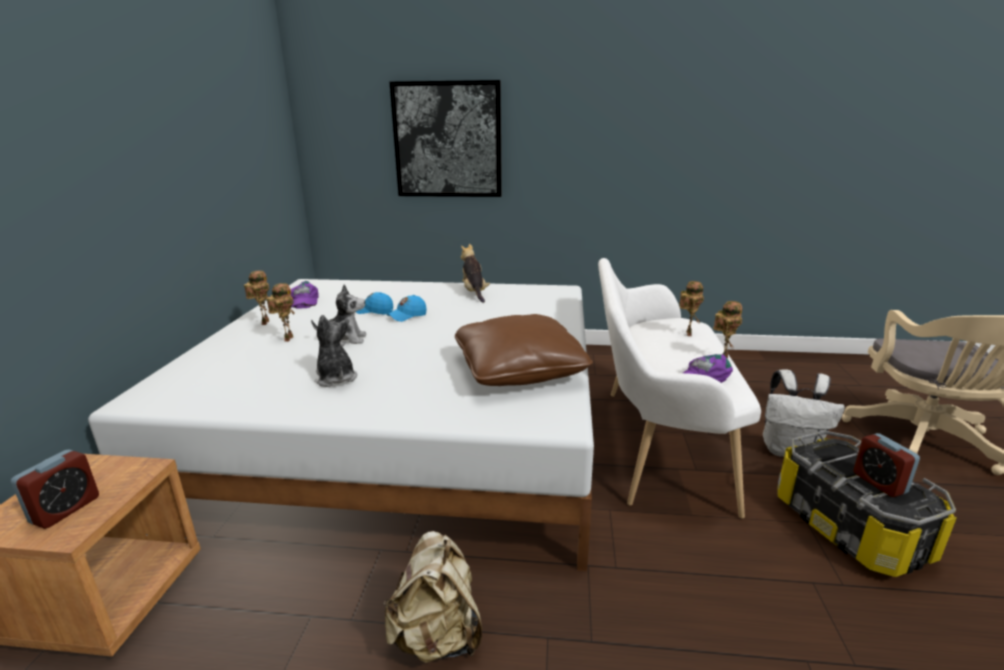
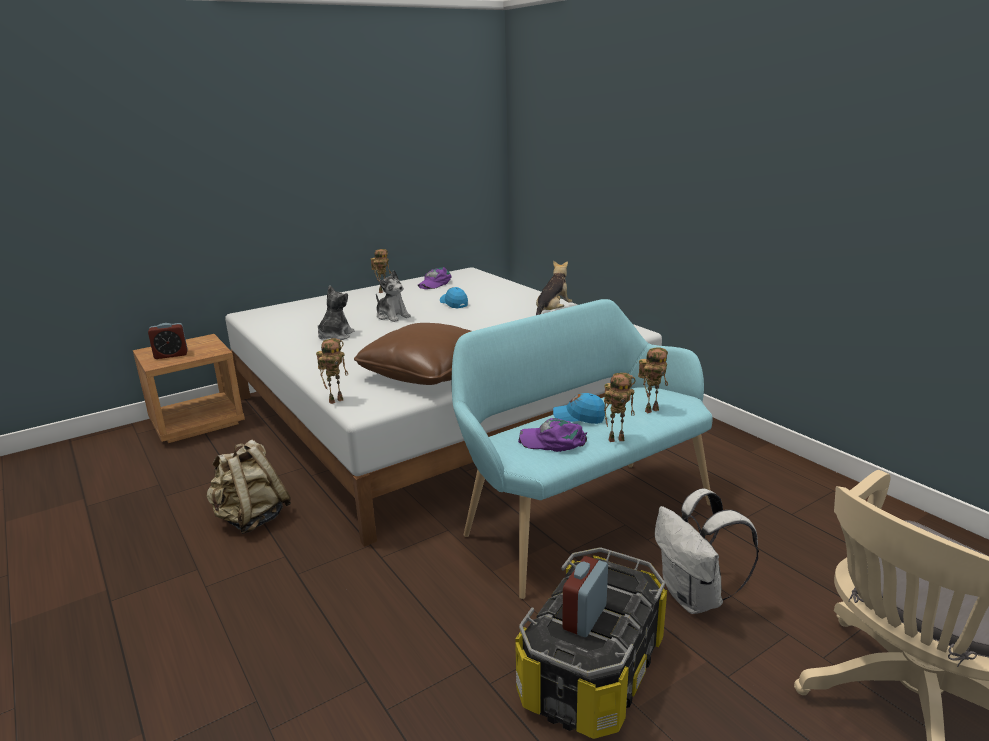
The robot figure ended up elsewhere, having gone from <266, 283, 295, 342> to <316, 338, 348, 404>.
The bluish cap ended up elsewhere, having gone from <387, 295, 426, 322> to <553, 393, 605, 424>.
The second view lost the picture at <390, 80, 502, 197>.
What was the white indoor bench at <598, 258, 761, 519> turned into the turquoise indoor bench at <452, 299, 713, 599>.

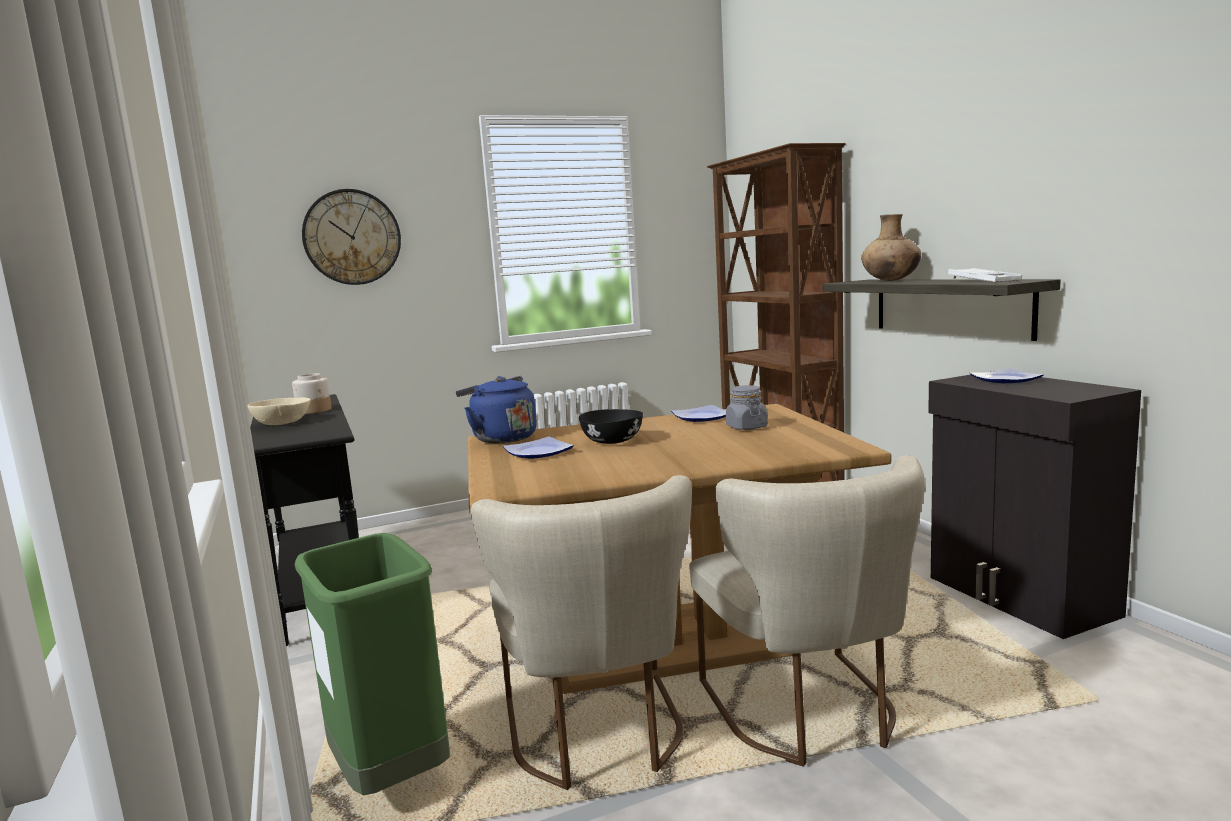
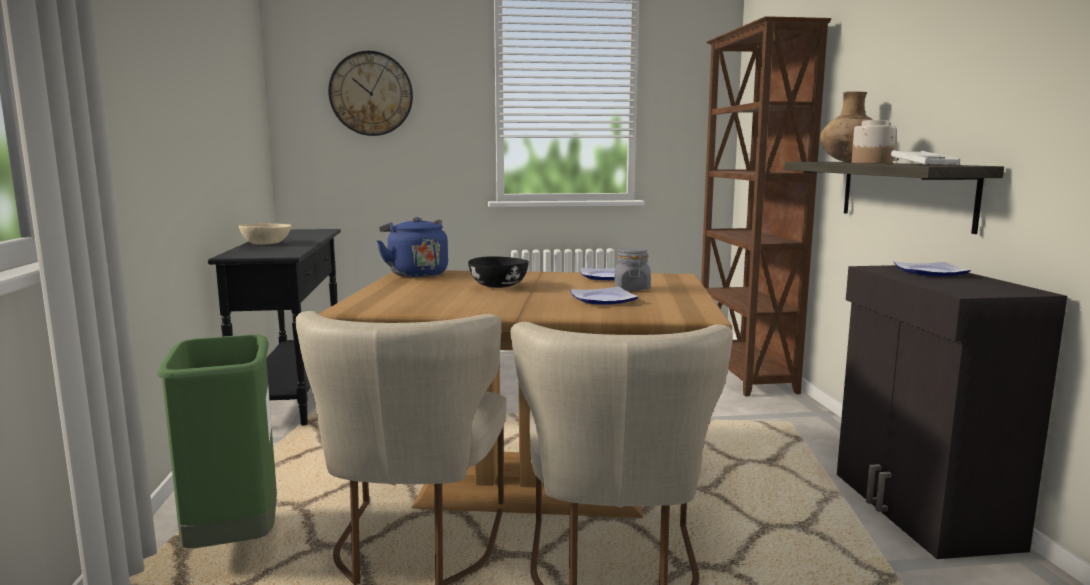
The preserve jar ended up elsewhere, having gone from <292, 373, 332, 414> to <851, 120, 896, 164>.
The flat dish ended up elsewhere, having gone from <503, 437, 574, 459> to <570, 287, 639, 305>.

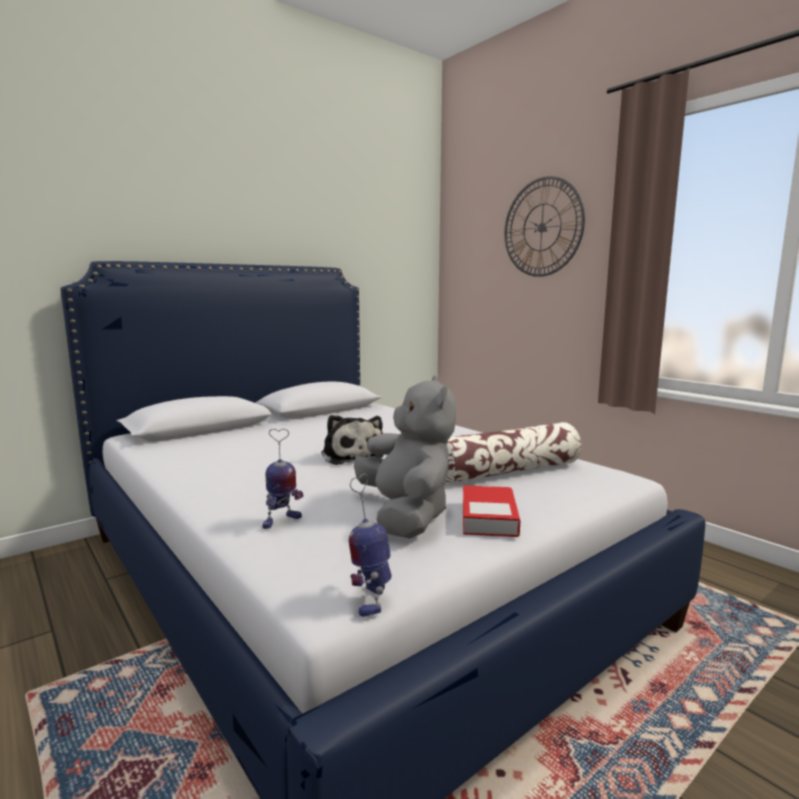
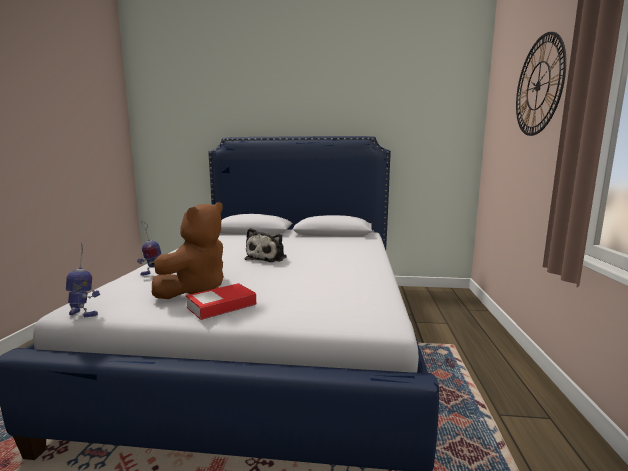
The robot figure at <349, 474, 392, 617> ended up facing another way, 60 degrees clockwise from before.
What was the gray soft toy at <354, 376, 456, 539> turned into the brownish soft toy at <152, 202, 224, 299>.
The second view lost the pillow at <445, 422, 581, 484>.

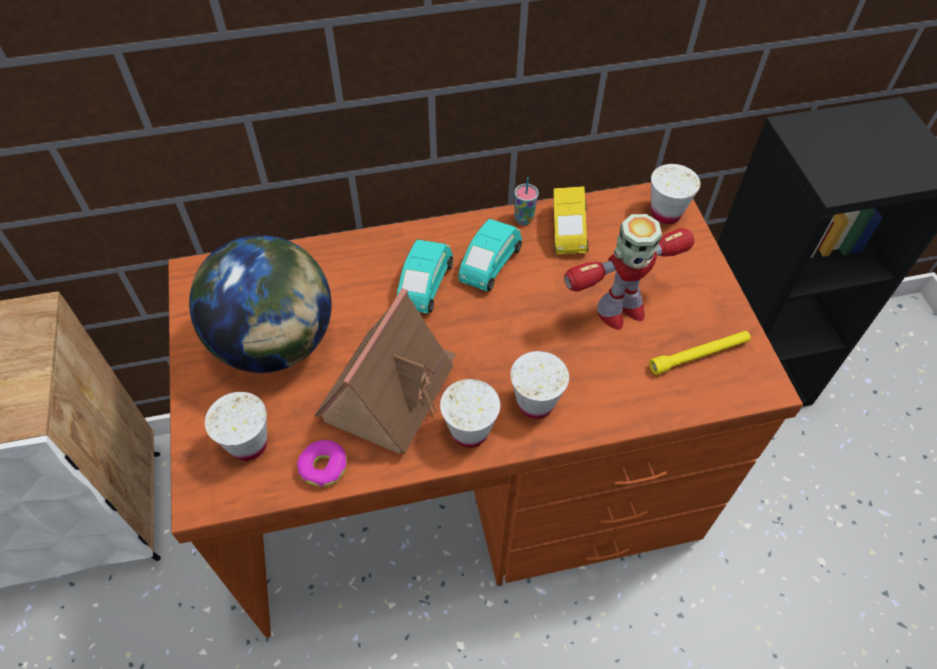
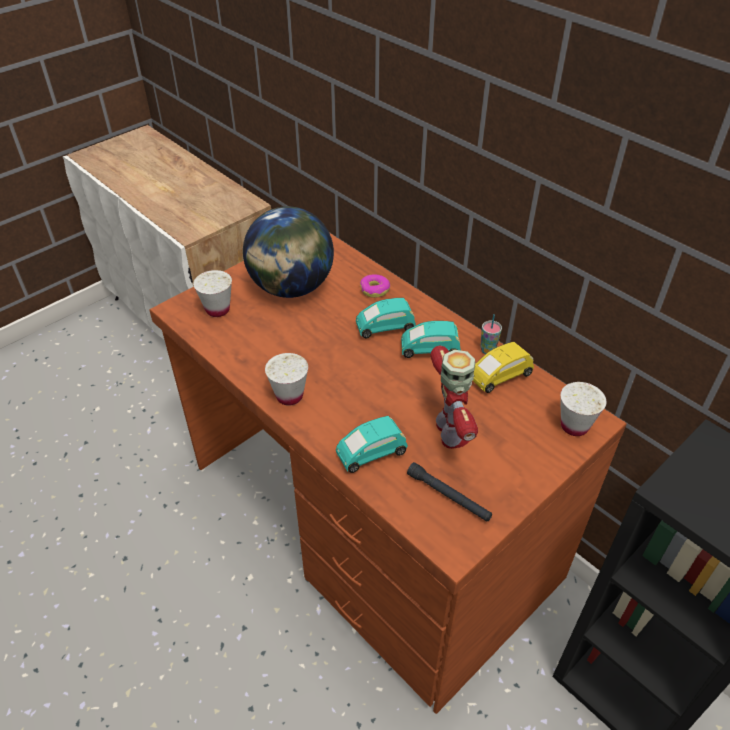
The doughnut ended up elsewhere, having gone from <297, 440, 347, 487> to <360, 275, 390, 298>.
The second view lost the model house at <314, 288, 456, 454>.
The second view lost the white small cup at <510, 351, 569, 419>.
The robot figure at <564, 214, 695, 330> ended up facing another way, 135 degrees counterclockwise from before.
What was the yellow hand torch at <649, 331, 751, 375> turned into the blackish hand torch at <407, 462, 492, 522>.
The second view gained the turquoise toy car at <336, 416, 408, 473>.

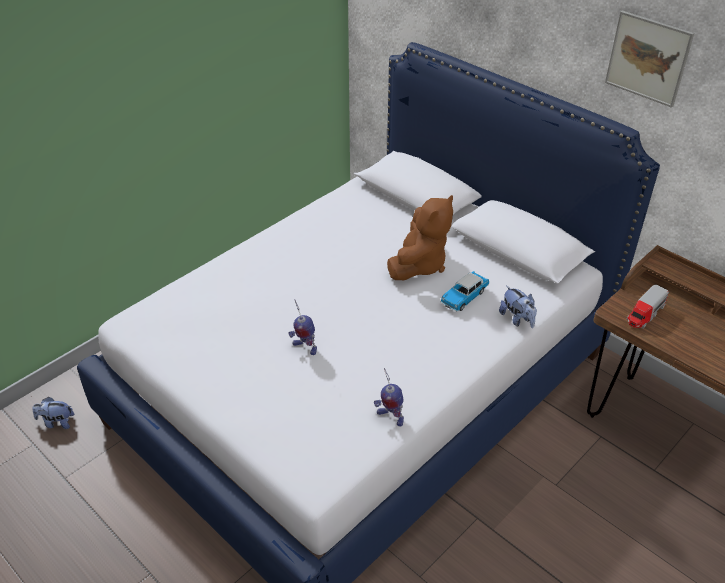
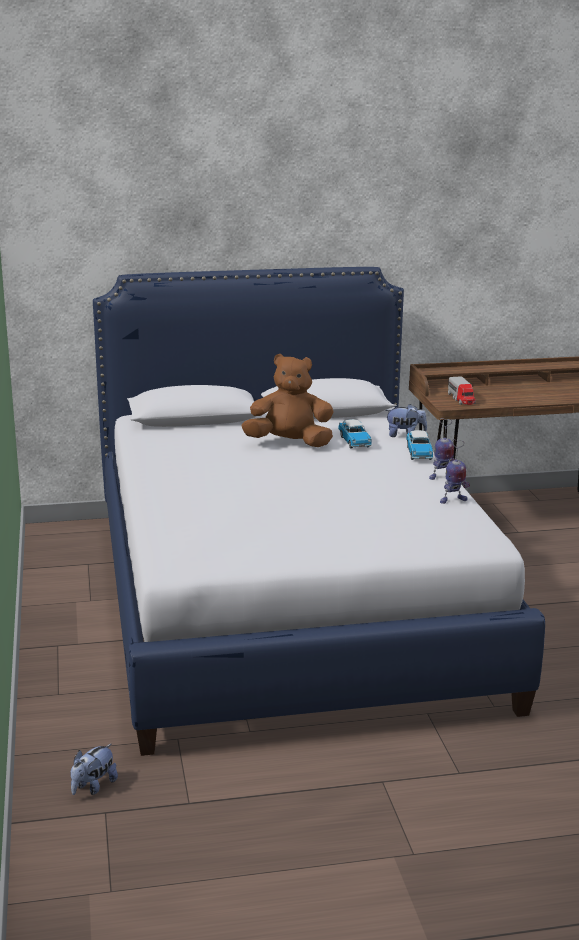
The robot figure ended up elsewhere, having gone from <288, 299, 317, 355> to <429, 418, 456, 480>.
The brownish soft toy at <387, 195, 453, 280> ended up facing another way, 60 degrees counterclockwise from before.
The second view lost the picture at <605, 11, 694, 108>.
The second view gained the toy car at <406, 430, 433, 460>.

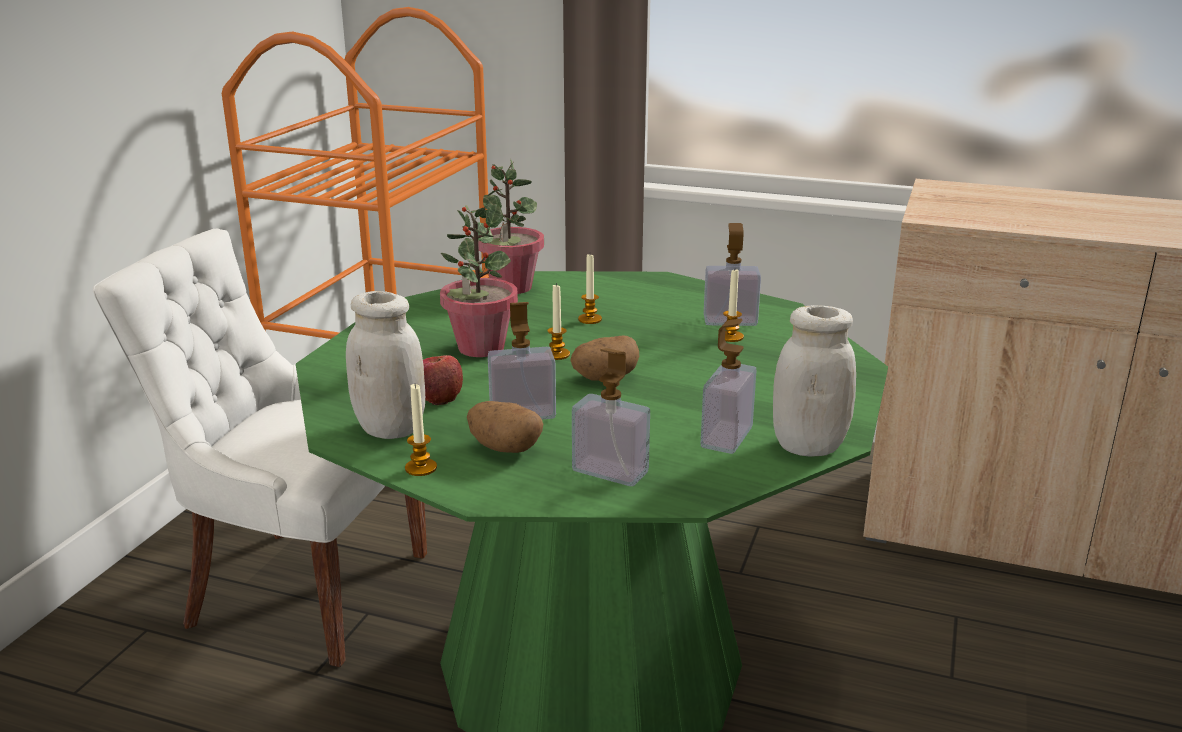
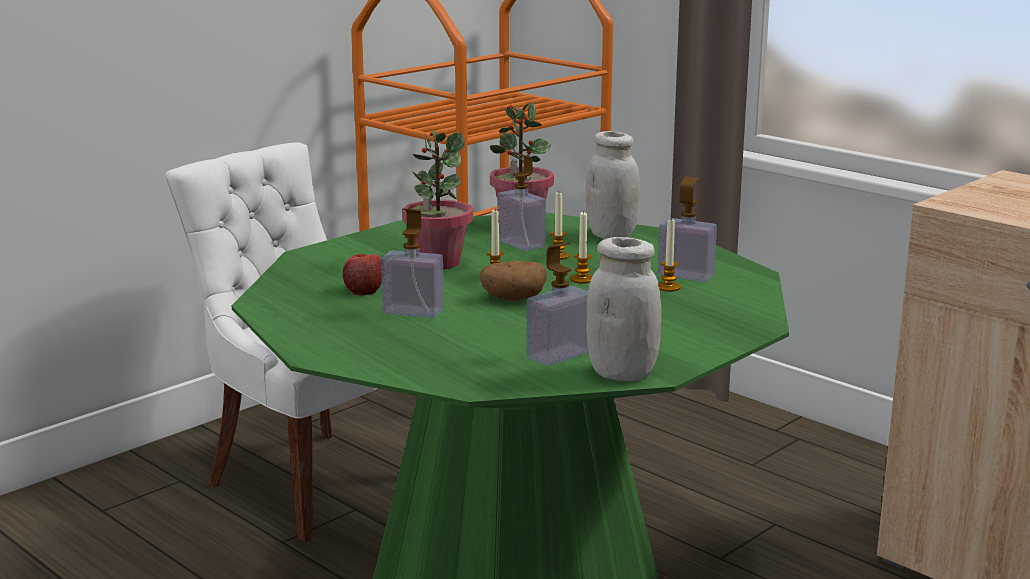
The white preserve jar ended up elsewhere, having gone from <346, 291, 425, 439> to <586, 131, 640, 239>.
The wax light ended up elsewhere, having gone from <405, 384, 437, 476> to <570, 211, 592, 284>.
The second view lost the spud at <467, 401, 543, 453>.
The soap dispenser ended up elsewhere, having gone from <572, 348, 650, 486> to <497, 153, 546, 251>.

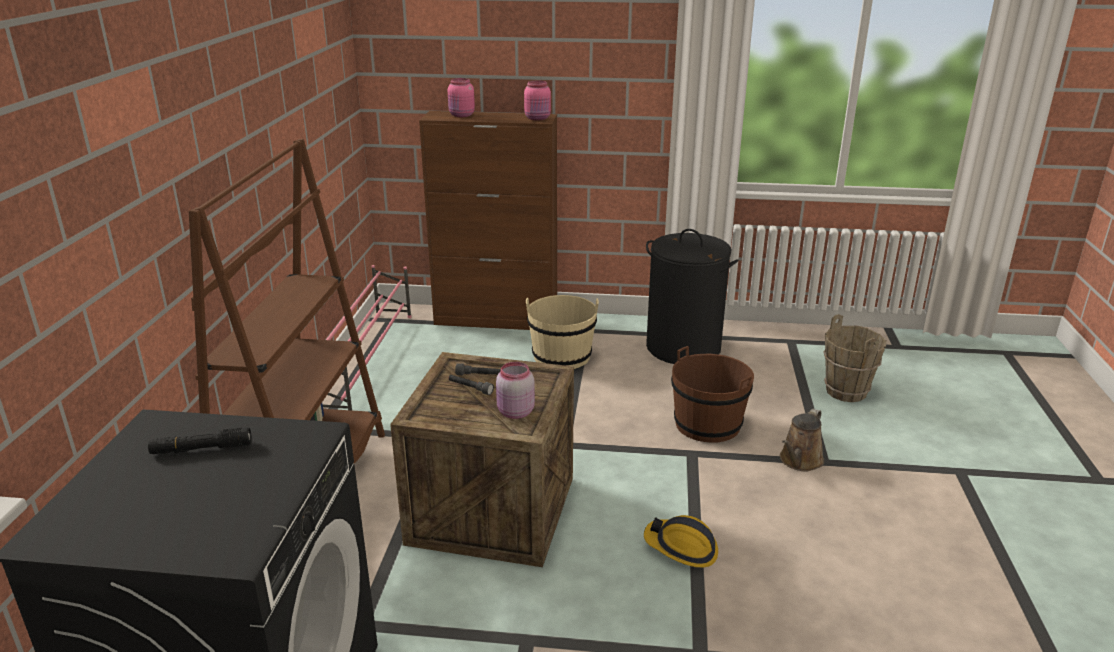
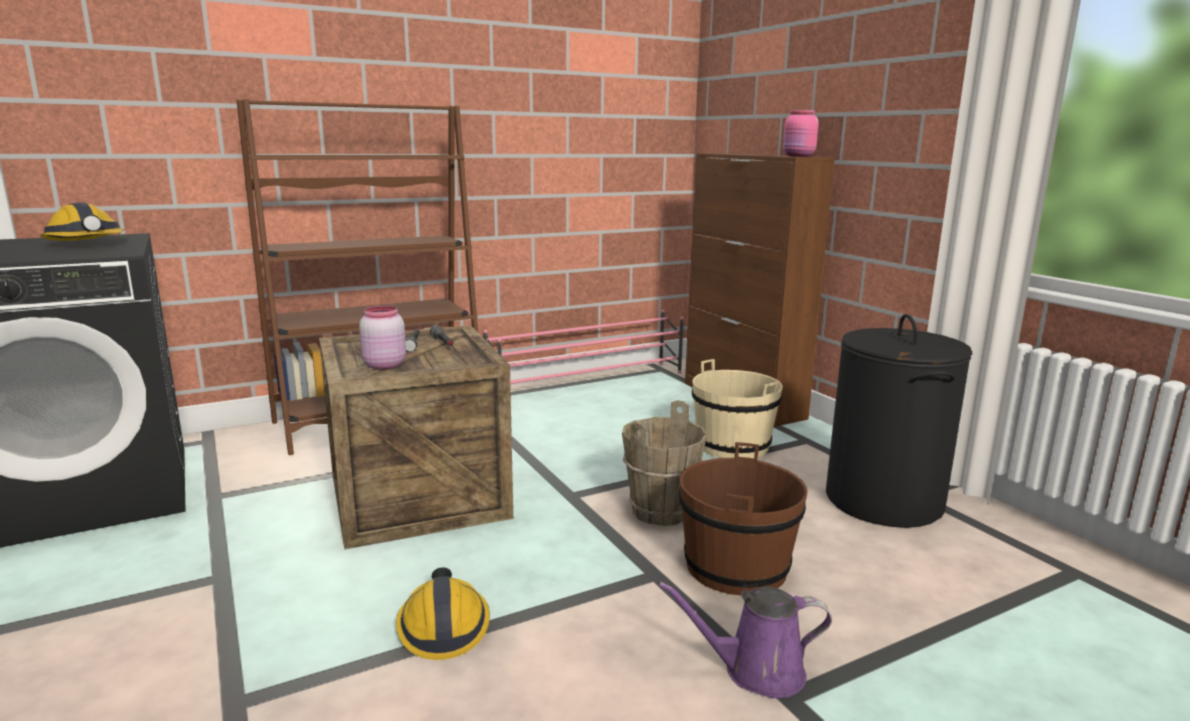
Where the blackish hand torch stood at <148, 427, 252, 454>, the hard hat came to stand at <40, 202, 125, 241>.
The second view lost the pink-coloured preserve jar at <448, 78, 475, 117>.
What was the brownish watering pot at <780, 409, 824, 472> turned into the purple watering pot at <658, 581, 832, 698>.
The brownish bucket ended up elsewhere, having gone from <823, 314, 886, 402> to <622, 400, 707, 526>.

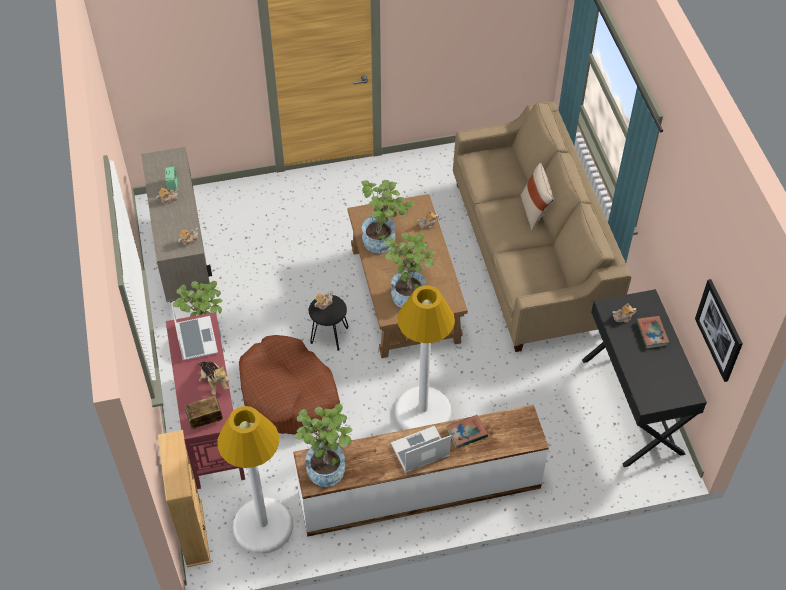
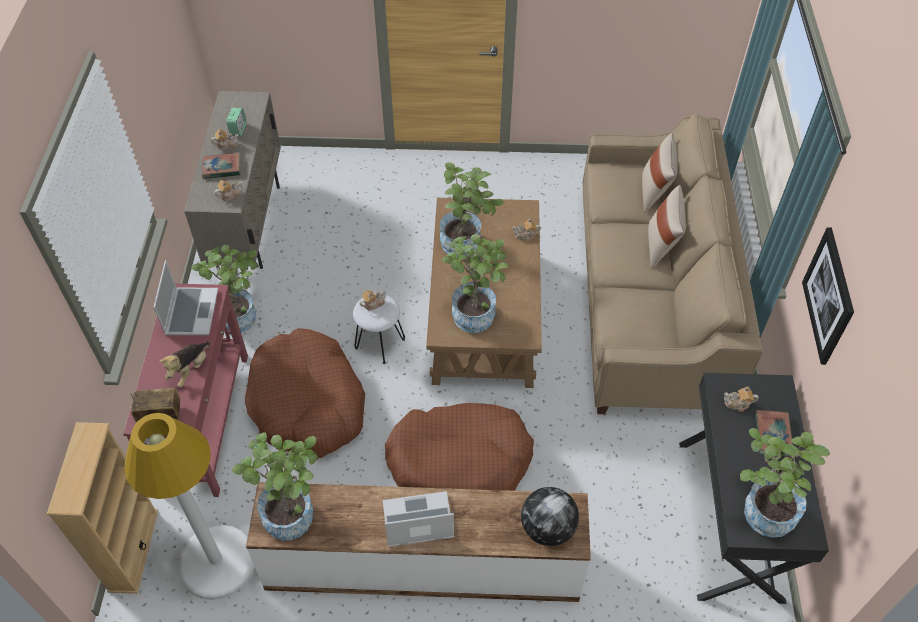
The soft toy at <198, 362, 229, 395> ended up facing another way, 45 degrees clockwise from before.
What was the blackish sitting stool at <309, 295, 348, 351> turned into the white sitting stool at <353, 295, 405, 364>.
Where the white floor lamp stood at <395, 285, 455, 430>, the brownish dog cushion came to stand at <385, 403, 534, 491>.
The volume ended up elsewhere, having gone from <446, 415, 488, 449> to <202, 153, 240, 179>.
The picture ended up elsewhere, having gone from <695, 279, 743, 382> to <802, 227, 854, 365>.
The second view gained the desk globe at <521, 487, 579, 546>.
The second view gained the beige pillow at <642, 133, 678, 212>.
The second view gained the plant in a pot at <740, 428, 830, 538>.

